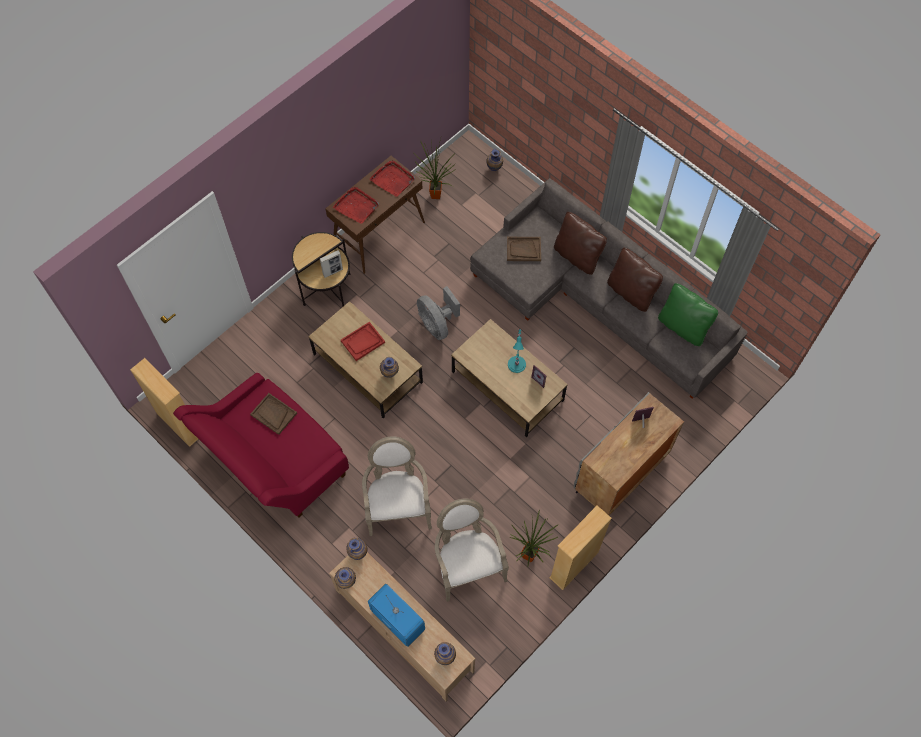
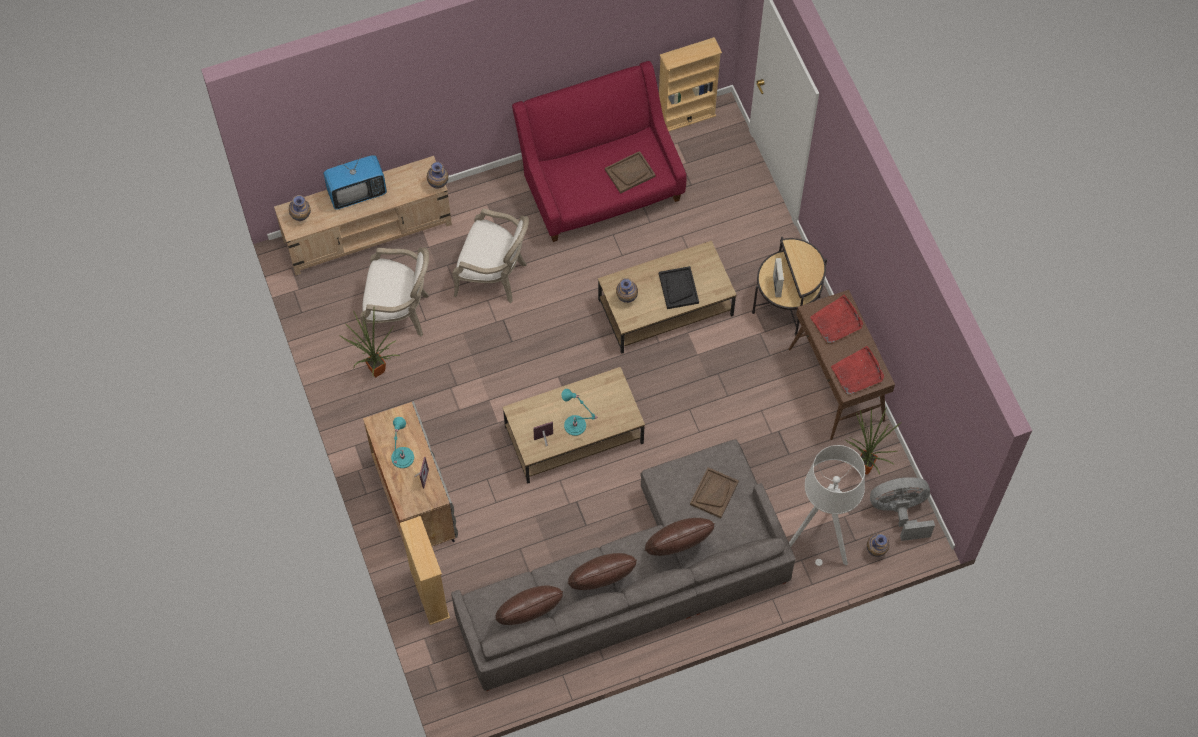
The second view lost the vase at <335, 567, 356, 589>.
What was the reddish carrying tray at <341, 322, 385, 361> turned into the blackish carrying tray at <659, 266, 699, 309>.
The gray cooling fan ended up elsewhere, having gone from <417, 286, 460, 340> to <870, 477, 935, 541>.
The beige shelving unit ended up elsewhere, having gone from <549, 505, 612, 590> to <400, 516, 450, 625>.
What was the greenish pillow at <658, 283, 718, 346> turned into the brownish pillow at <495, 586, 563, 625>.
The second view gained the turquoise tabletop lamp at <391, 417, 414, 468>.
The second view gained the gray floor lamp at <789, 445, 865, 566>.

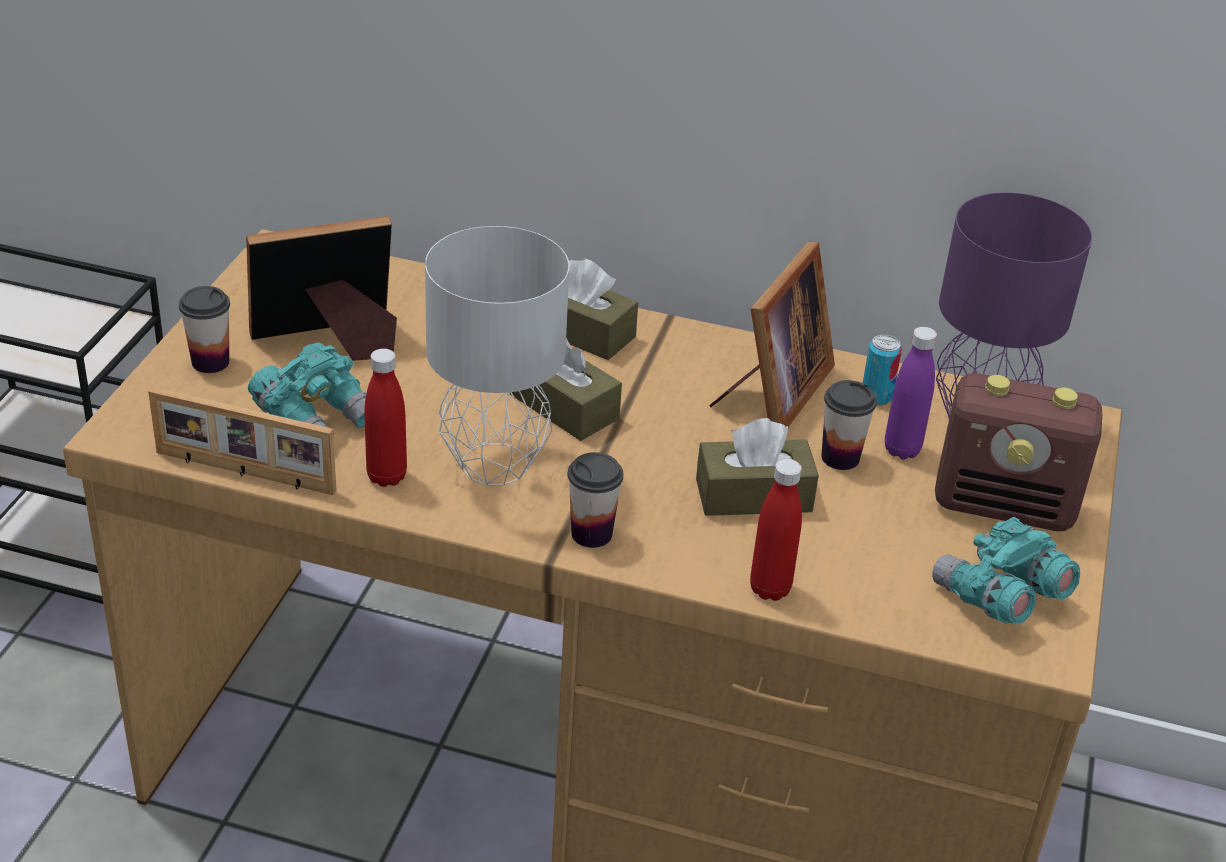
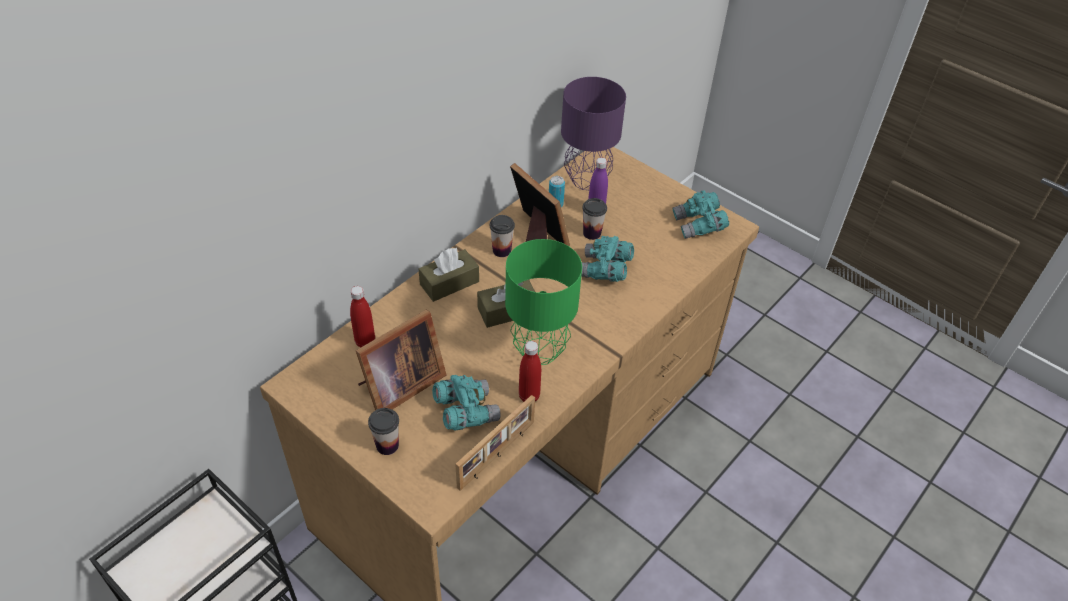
The photo frame at <246, 216, 397, 361> ended up facing another way, 135 degrees counterclockwise from before.
What was the gray tabletop lamp at <425, 226, 569, 485> turned into the greenish tabletop lamp at <505, 239, 582, 365>.
The small cup ended up elsewhere, having gone from <568, 452, 623, 548> to <490, 215, 515, 257>.
Where the brownish tissue box stood at <696, 418, 819, 516>, the turquoise field glasses came to stand at <581, 236, 634, 282>.
The reddish beverage bottle ended up elsewhere, having gone from <750, 459, 802, 601> to <350, 286, 375, 347>.
The second view lost the radio at <935, 373, 1102, 531>.

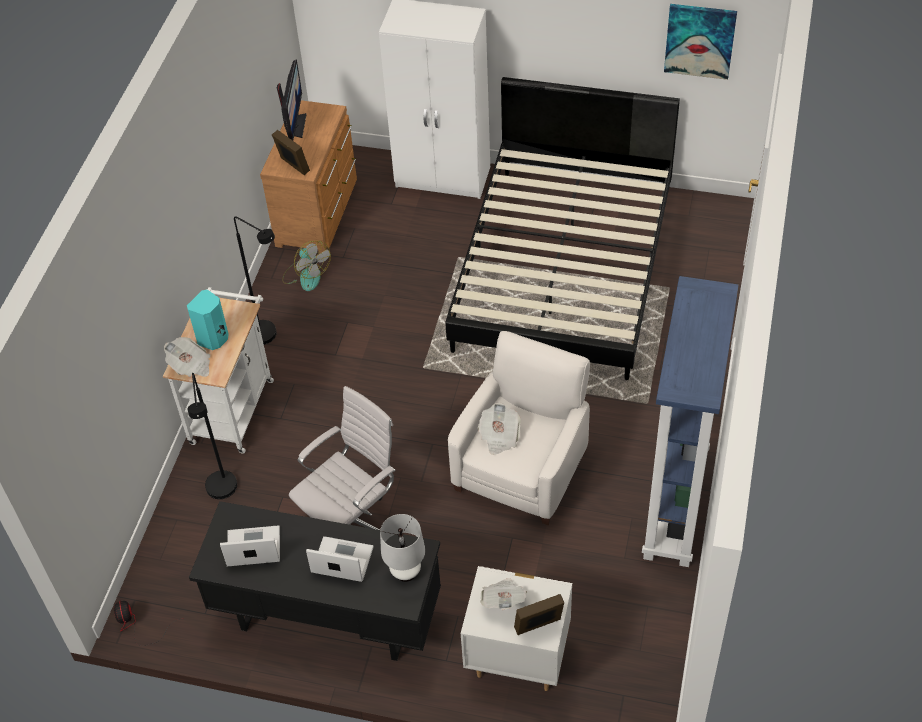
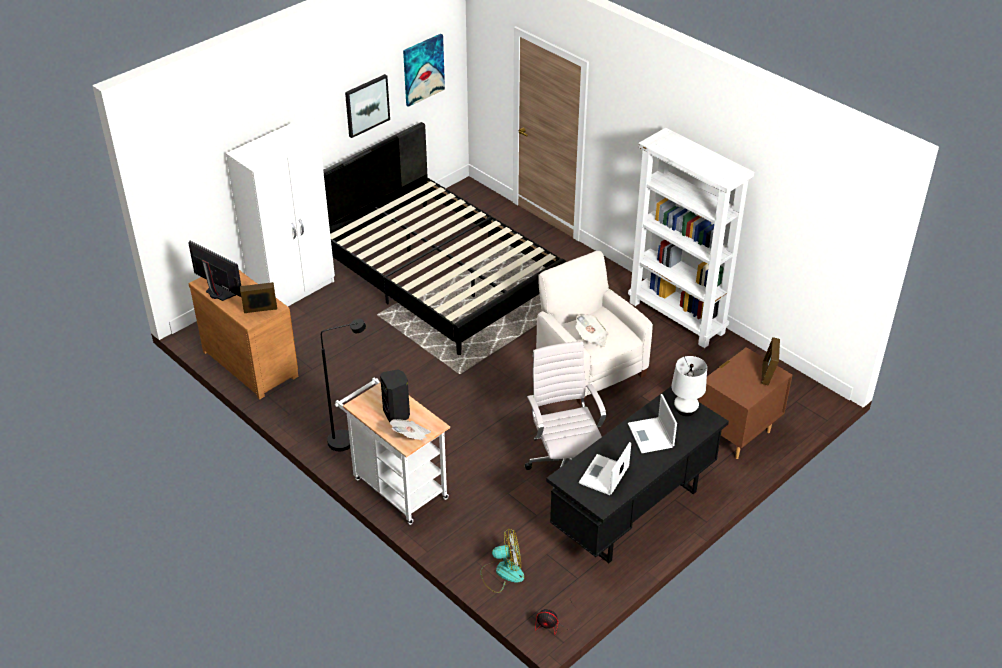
What was the turquoise audio speaker at <187, 290, 228, 350> turned into the blackish audio speaker at <380, 369, 410, 422>.
The second view lost the blackish floor lamp at <188, 373, 237, 499>.
The cooling fan ended up elsewhere, having gone from <282, 241, 331, 291> to <481, 529, 524, 593>.
The notebook computer at <306, 536, 374, 582> ended up facing another way, 60 degrees counterclockwise from before.
What was the white nightstand at <461, 566, 572, 691> turned into the brownish nightstand at <698, 347, 792, 459>.
The second view lost the newspaper at <480, 578, 527, 610>.
What was the bluish shelving unit at <642, 276, 739, 567> turned into the white shelving unit at <628, 128, 754, 348>.
The second view gained the picture at <345, 74, 390, 138>.

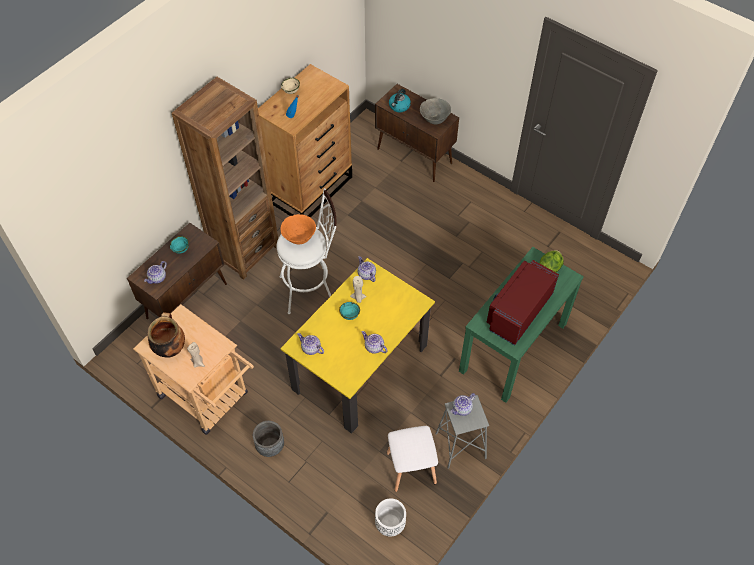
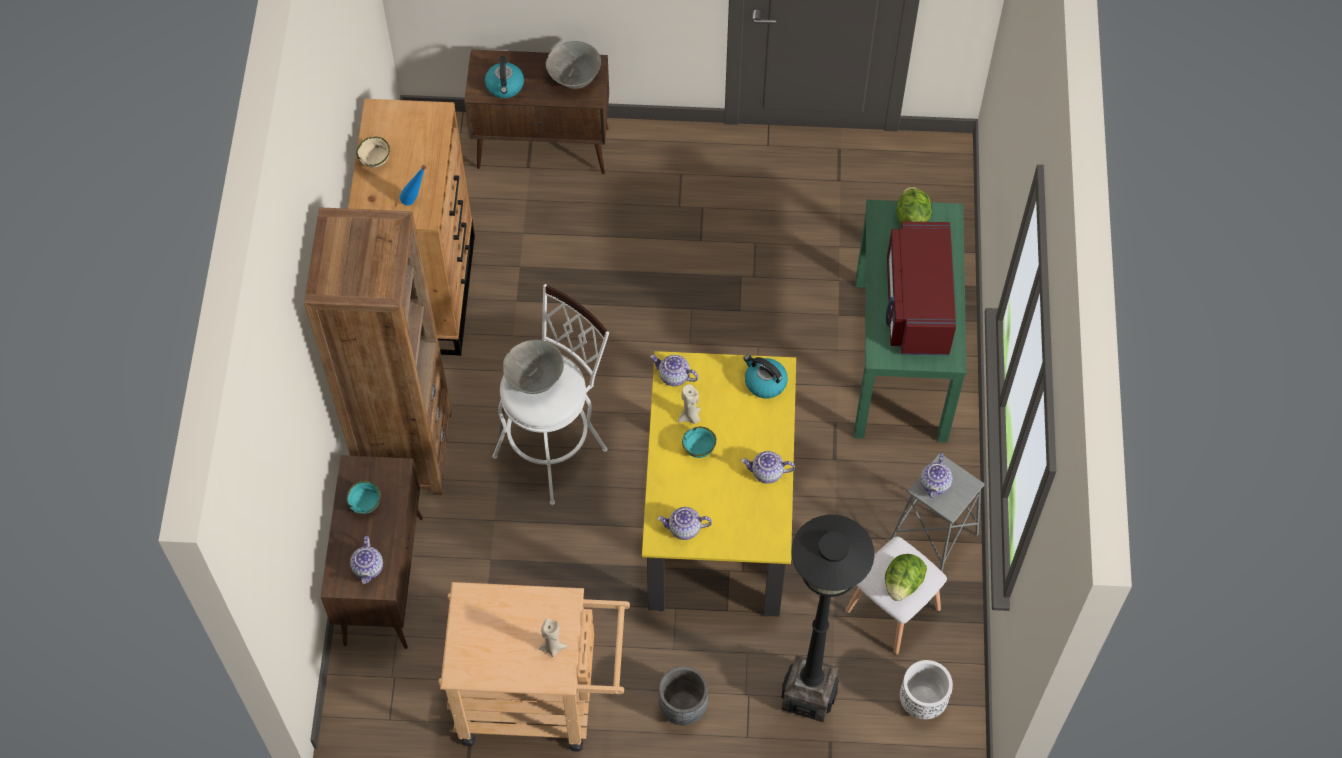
The second view lost the saucepot at <147, 312, 185, 358>.
What was the orangey deep dish at <280, 214, 316, 244> turned into the gray deep dish at <503, 340, 564, 394>.
The second view gained the tea kettle at <744, 355, 788, 398>.
The second view gained the blackish floor lamp at <782, 515, 874, 722>.
The second view gained the lettuce at <885, 554, 927, 601>.

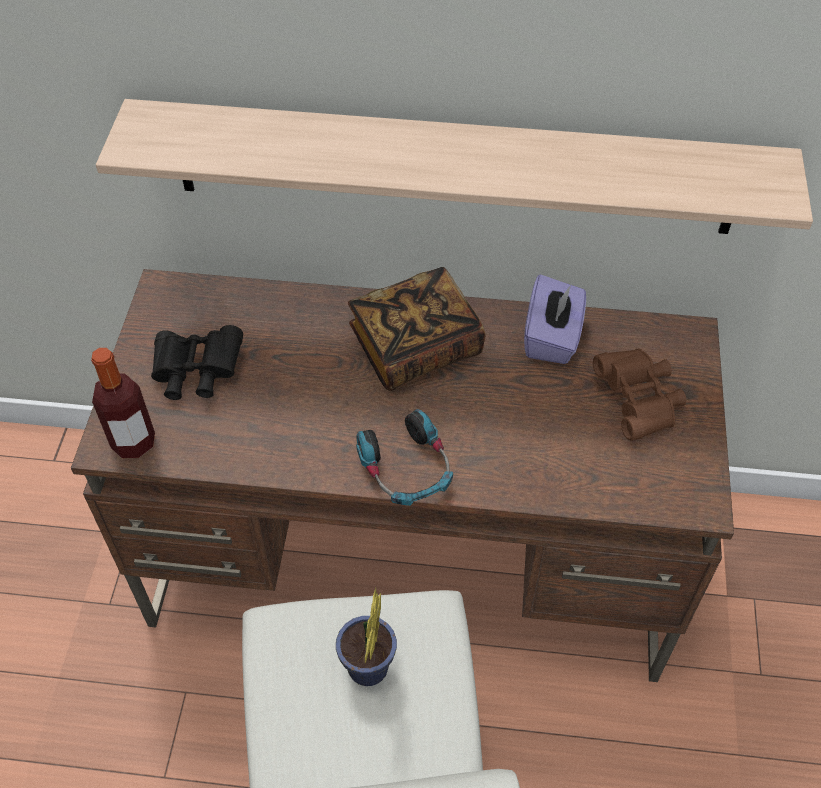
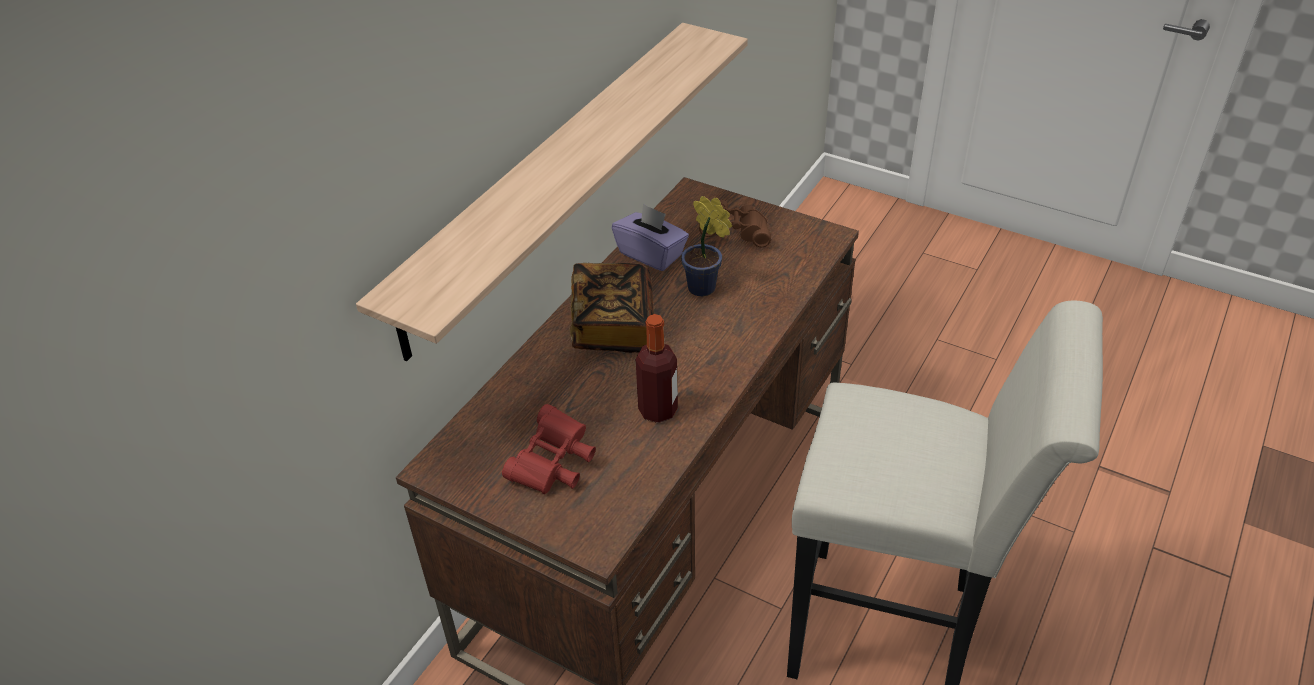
The beverage bottle ended up elsewhere, having gone from <91, 348, 155, 458> to <636, 314, 678, 423>.
What was the blackish field glasses at <151, 325, 243, 400> turned into the reddish field glasses at <502, 404, 596, 494>.
The plant in a pot ended up elsewhere, having gone from <336, 588, 397, 686> to <681, 196, 732, 296>.
The second view lost the pair of headphones at <356, 409, 453, 506>.

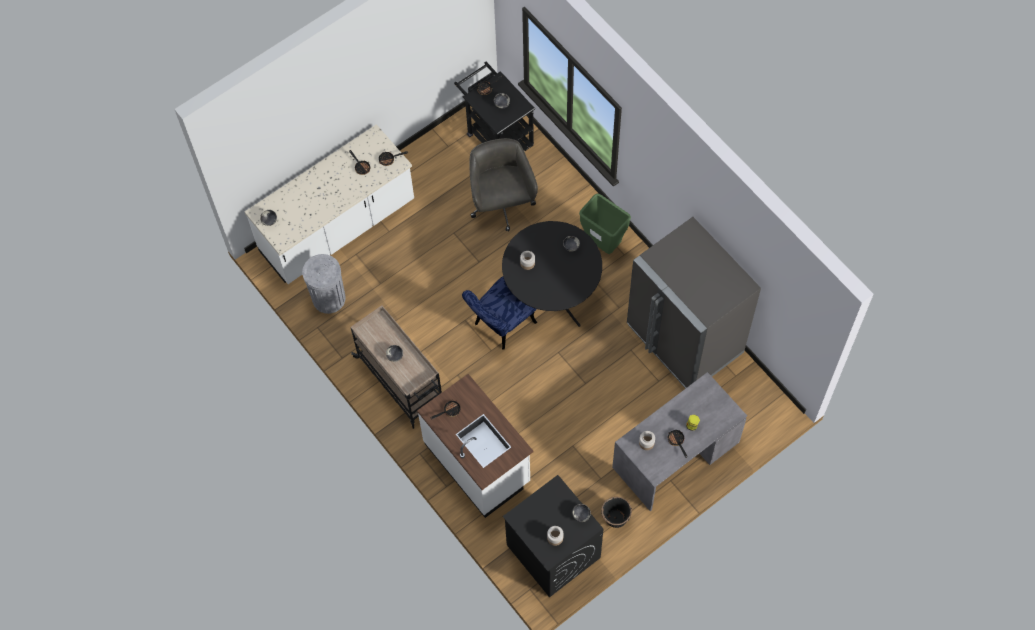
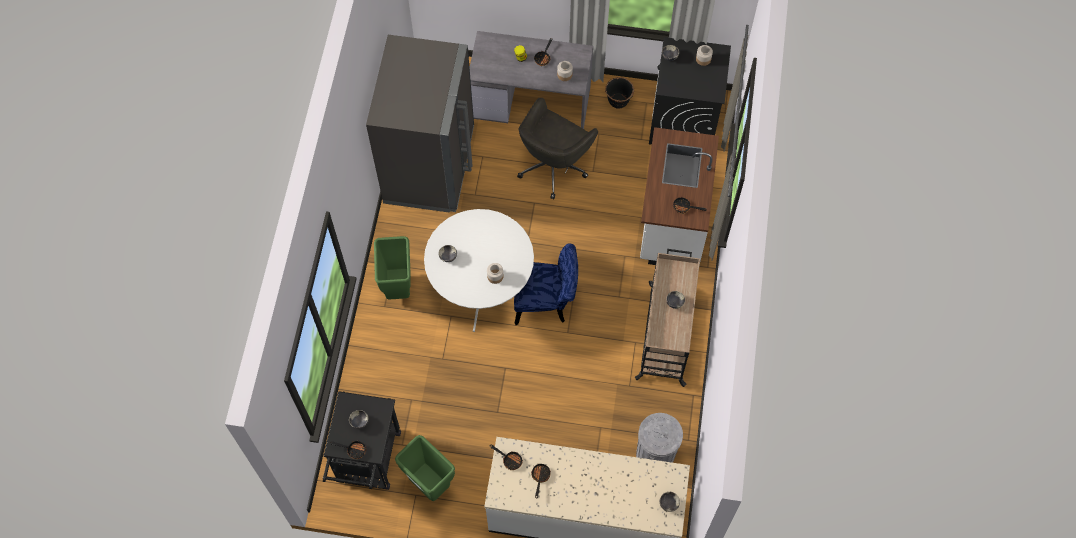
The gray office chair ended up elsewhere, having gone from <469, 138, 538, 232> to <517, 98, 598, 199>.
What was the blackish kitchen table at <502, 221, 602, 327> turned into the white kitchen table at <424, 209, 534, 332>.
The second view gained the greenish trash can at <395, 435, 455, 501>.

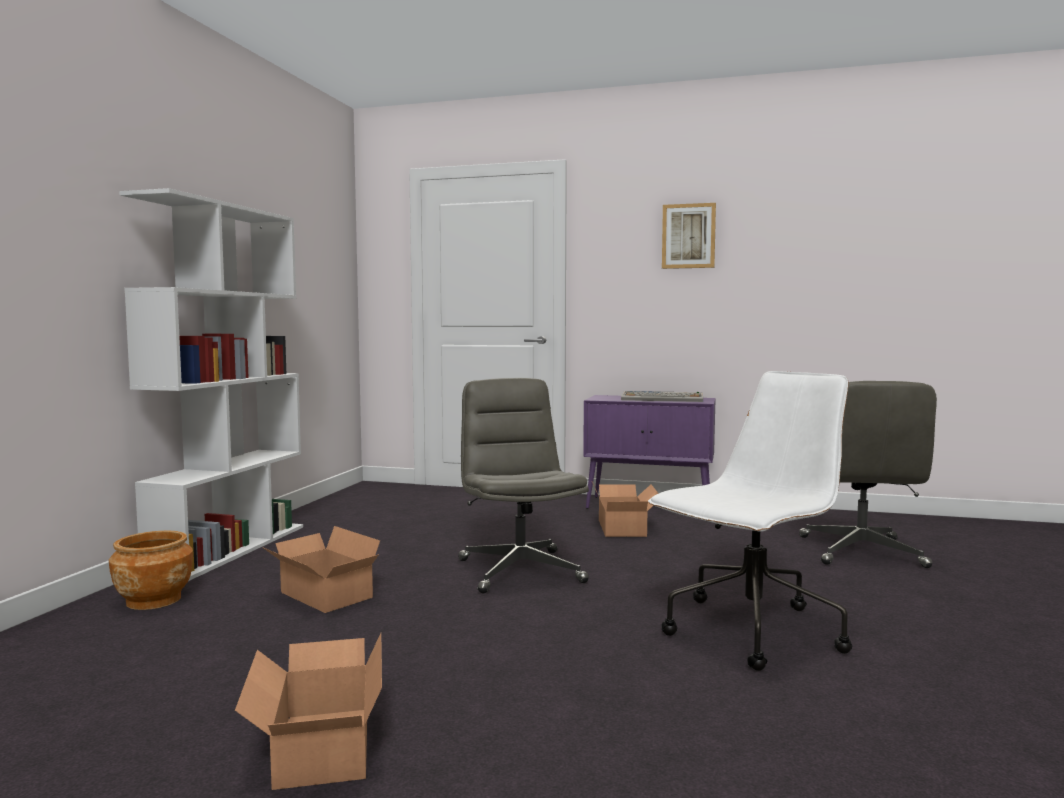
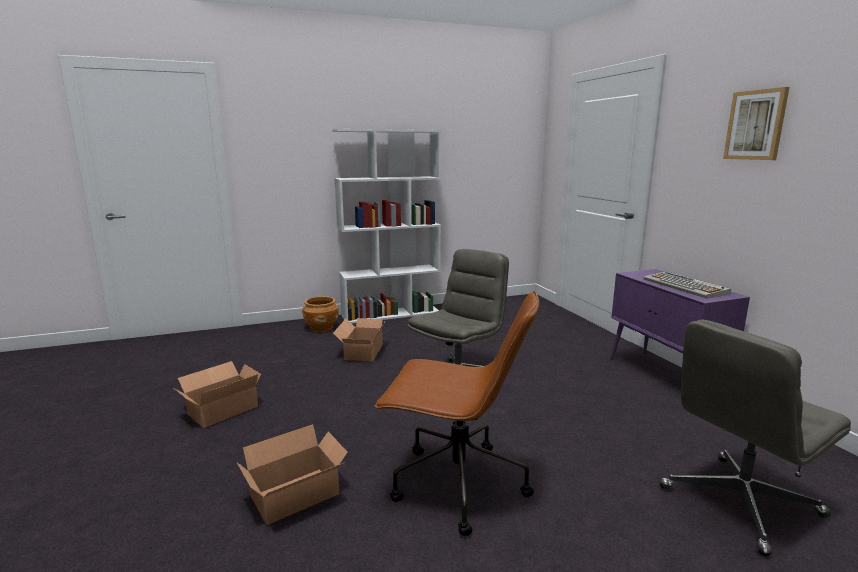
The cardboard box ended up elsewhere, having gone from <592, 482, 659, 537> to <237, 424, 348, 525>.
What was the white office chair at <648, 371, 852, 671> turned into the brownish office chair at <374, 291, 539, 536>.

